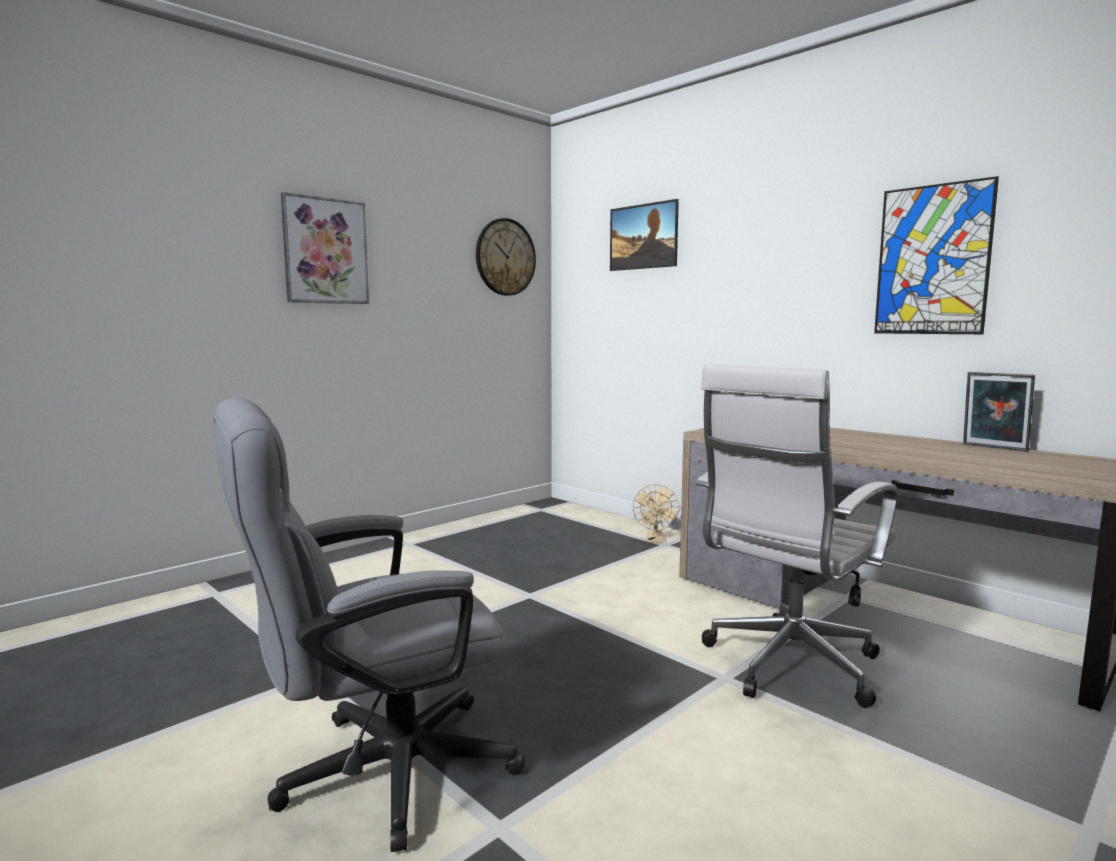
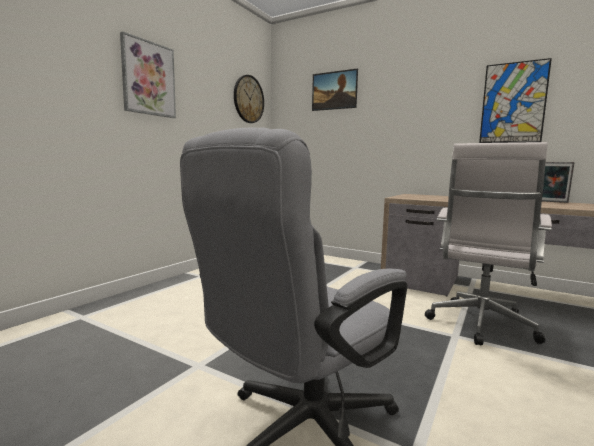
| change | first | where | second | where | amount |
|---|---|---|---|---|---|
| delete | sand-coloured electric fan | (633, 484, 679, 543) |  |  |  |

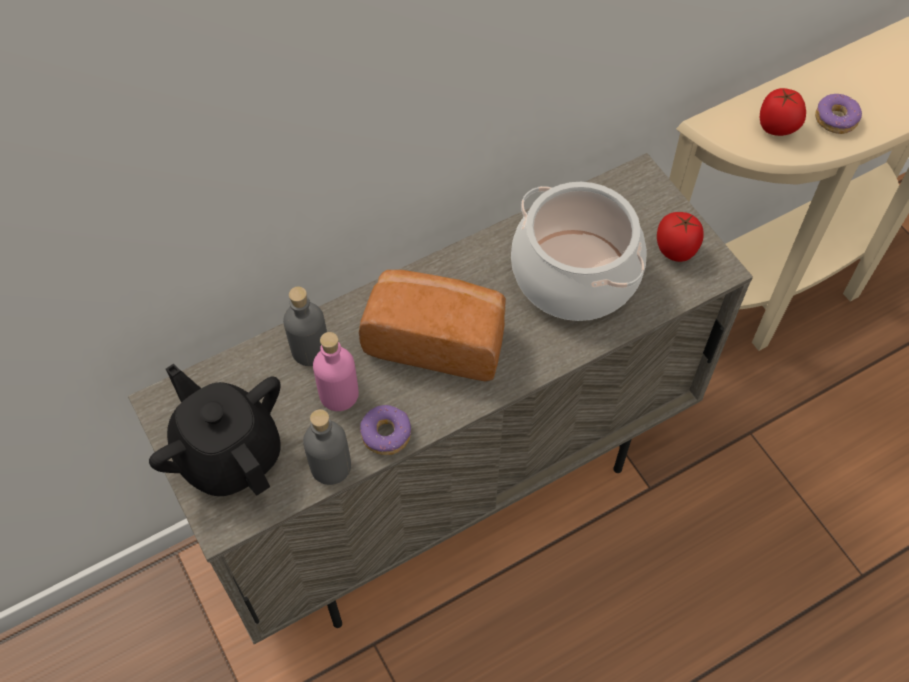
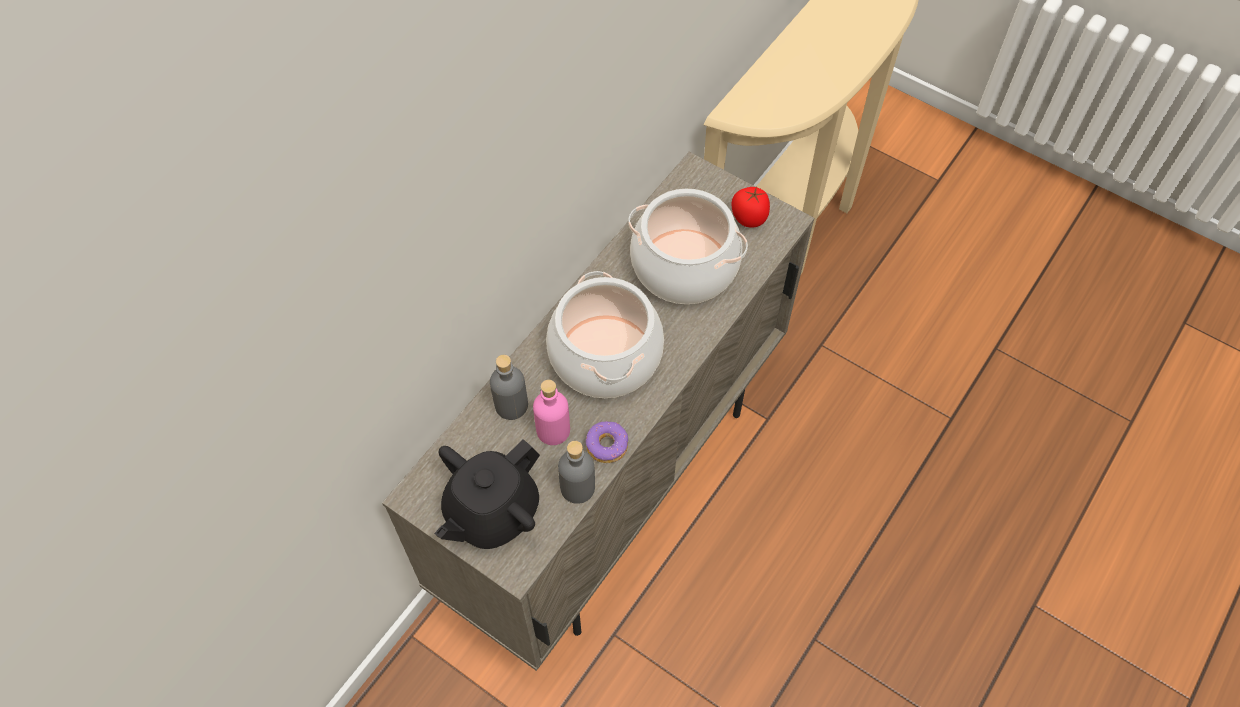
| change | first | where | second | where | amount |
|---|---|---|---|---|---|
| rotate | black teapot | (149, 363, 281, 496) |  | (434, 439, 540, 549) | 75 degrees counterclockwise |
| replace | bread | (359, 270, 506, 381) | stockpot | (546, 271, 664, 398) |  |
| delete | whole tomato | (760, 88, 806, 136) |  |  |  |
| delete | ring doughnut | (815, 94, 862, 134) |  |  |  |

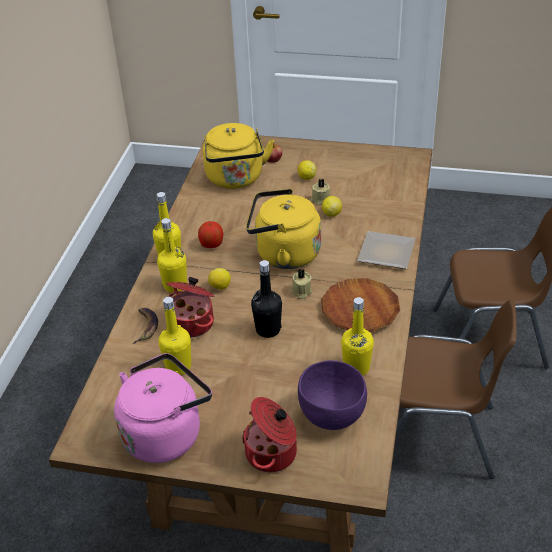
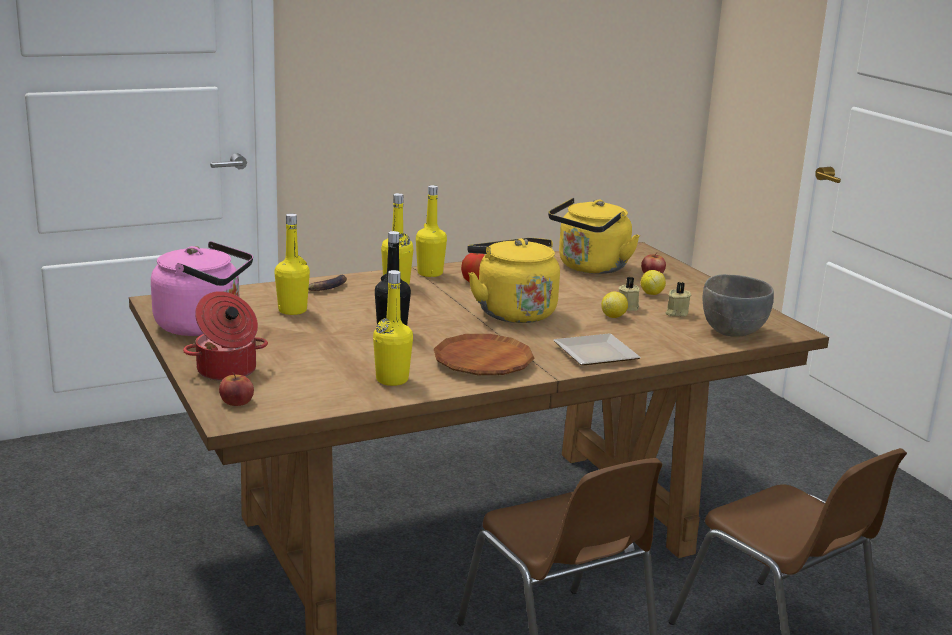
| change | first | where | second | where | amount |
|---|---|---|---|---|---|
| delete | stockpot | (166, 277, 215, 338) |  |  |  |
| delete | lemon | (208, 268, 231, 290) |  |  |  |
| move | sand-coloured wax candle | (291, 269, 312, 299) |  | (665, 282, 691, 317) |  |
| delete | purple bowl | (298, 360, 367, 430) |  |  |  |
| insert |  |  | apple | (219, 372, 254, 406) |  |
| insert |  |  | gray bowl | (703, 274, 774, 337) |  |

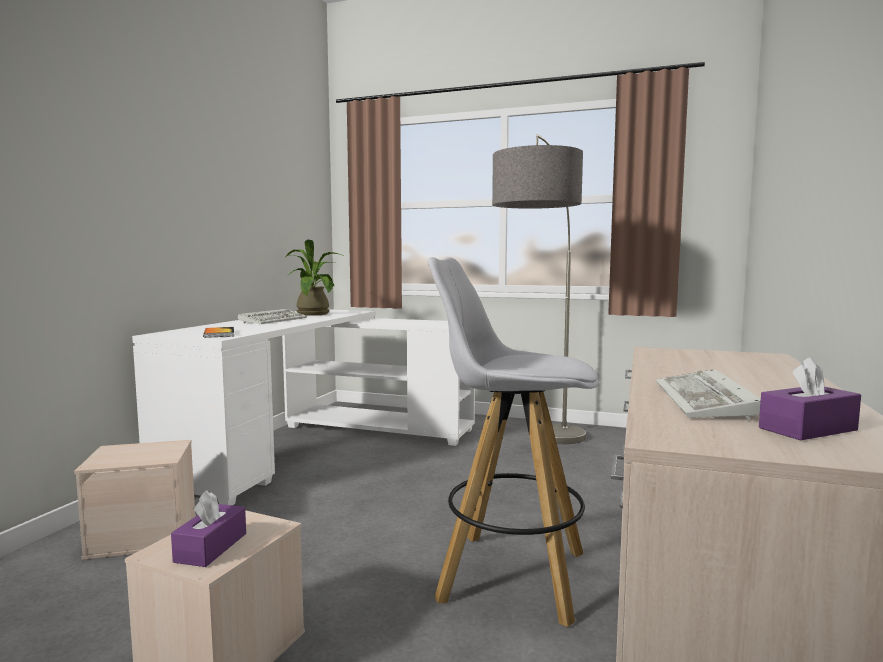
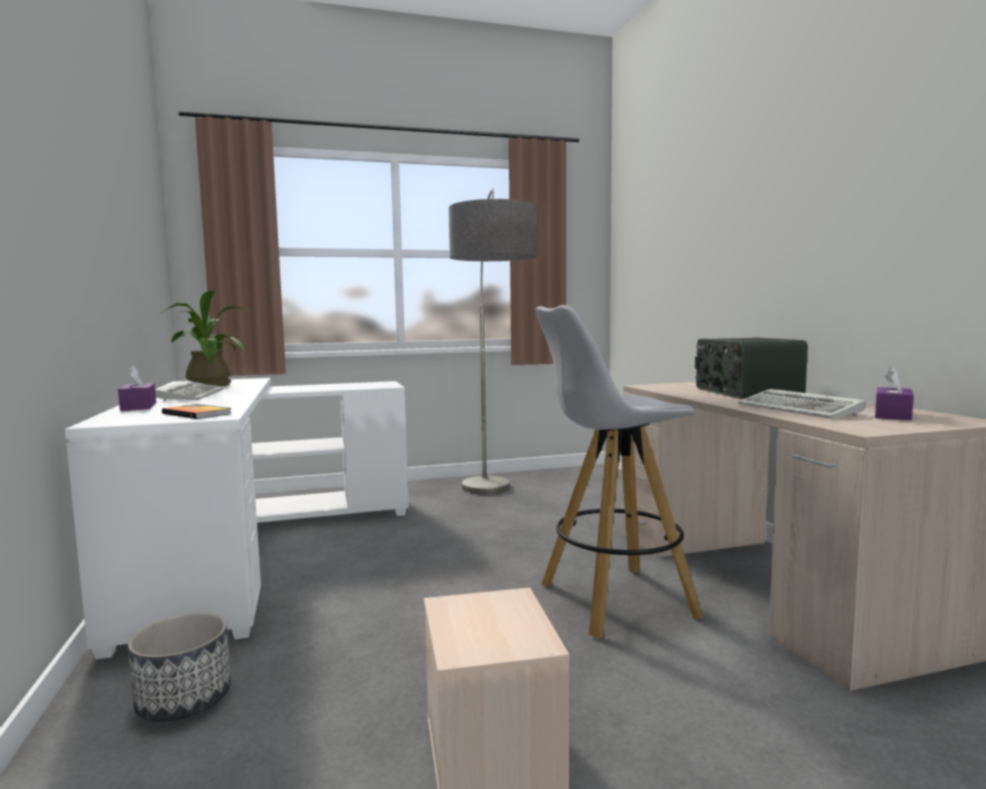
| change | first | where | second | where | amount |
|---|---|---|---|---|---|
| replace | sand-coloured storage container | (74, 440, 196, 560) | planter | (128, 612, 231, 722) |  |
| move | purple tissue holder | (171, 490, 246, 567) |  | (118, 366, 156, 411) |  |
| insert |  |  | radio set | (695, 337, 808, 399) |  |

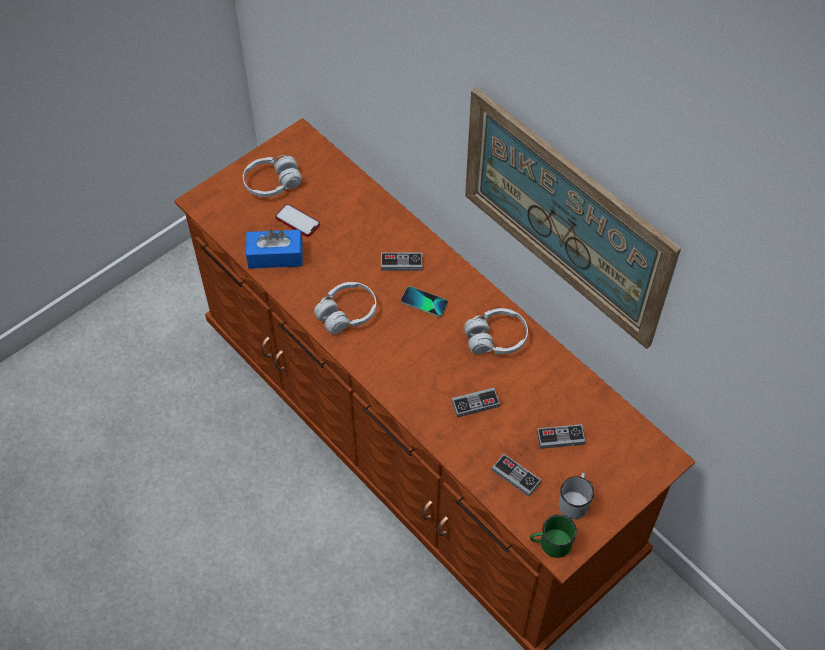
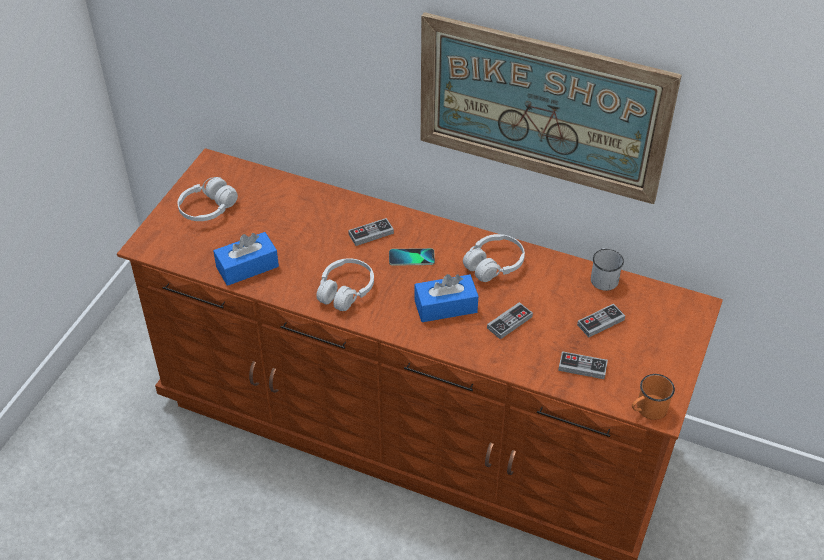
| change | first | where | second | where | amount |
|---|---|---|---|---|---|
| delete | telephone | (275, 204, 320, 237) |  |  |  |
| recolor | green-coloured mug | (530, 514, 577, 558) | orangey mug | (632, 374, 675, 420) |  |
| move | whitish mug | (559, 473, 594, 519) |  | (591, 248, 624, 291) |  |
| insert |  |  | blue-coloured tissue holder | (414, 274, 478, 322) |  |

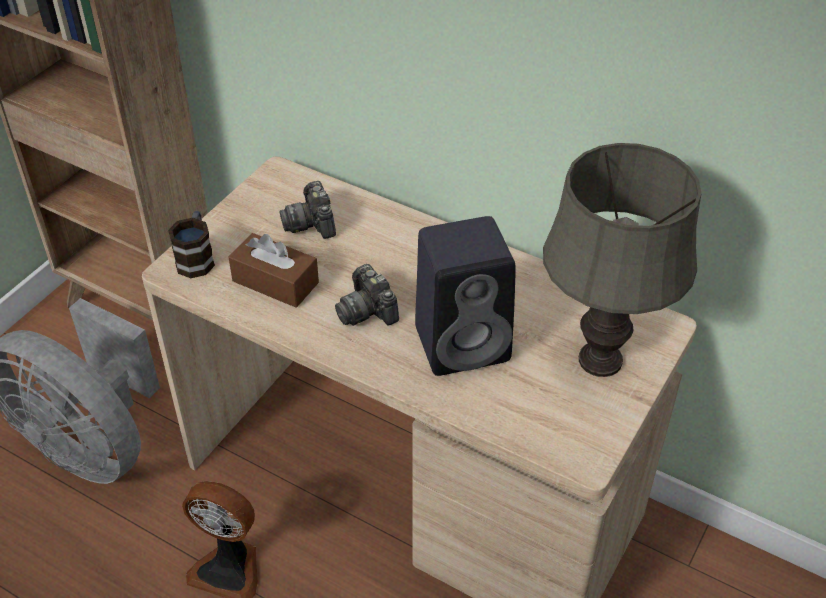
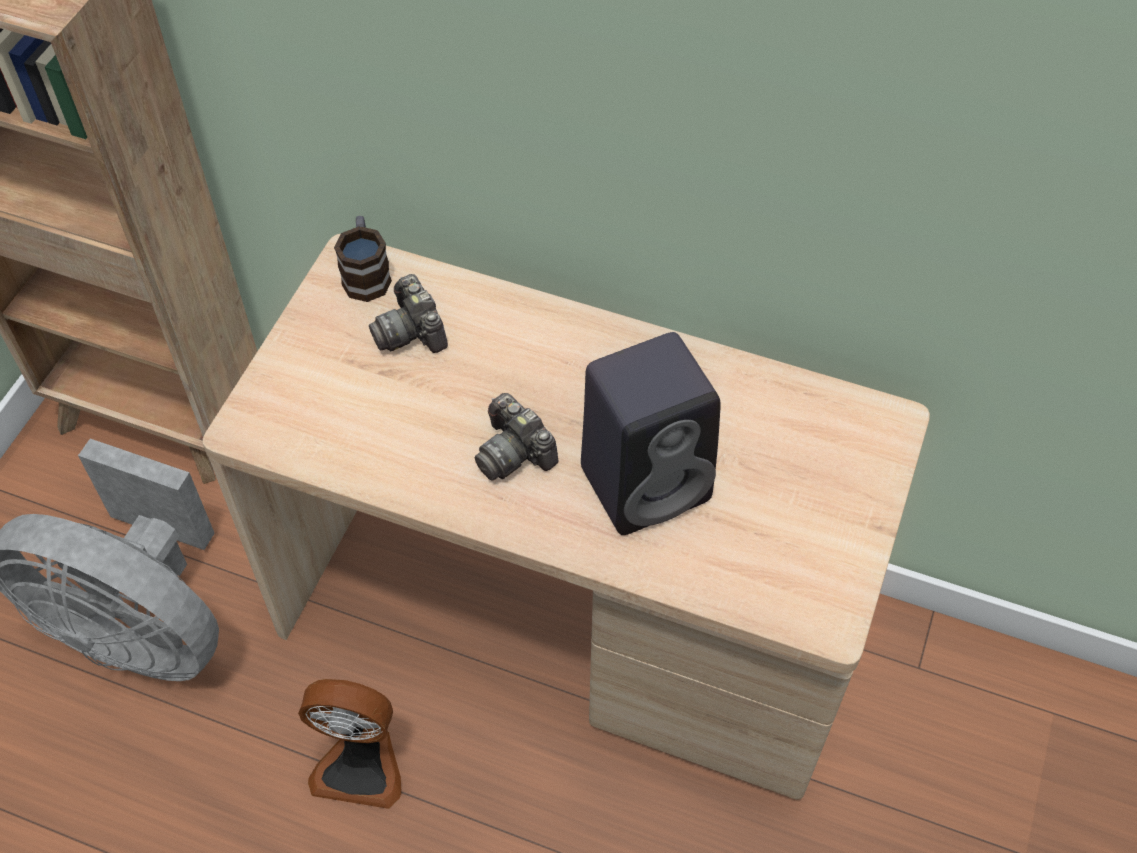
| change | first | where | second | where | amount |
|---|---|---|---|---|---|
| move | mug | (168, 211, 215, 278) |  | (334, 216, 392, 302) |  |
| delete | brownish tissue holder | (228, 233, 319, 308) |  |  |  |
| delete | gray lamp for a table | (543, 143, 701, 377) |  |  |  |

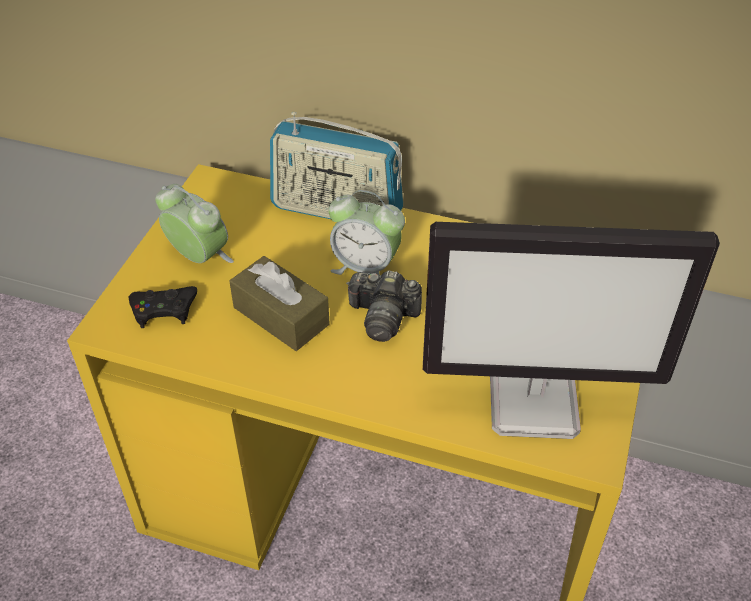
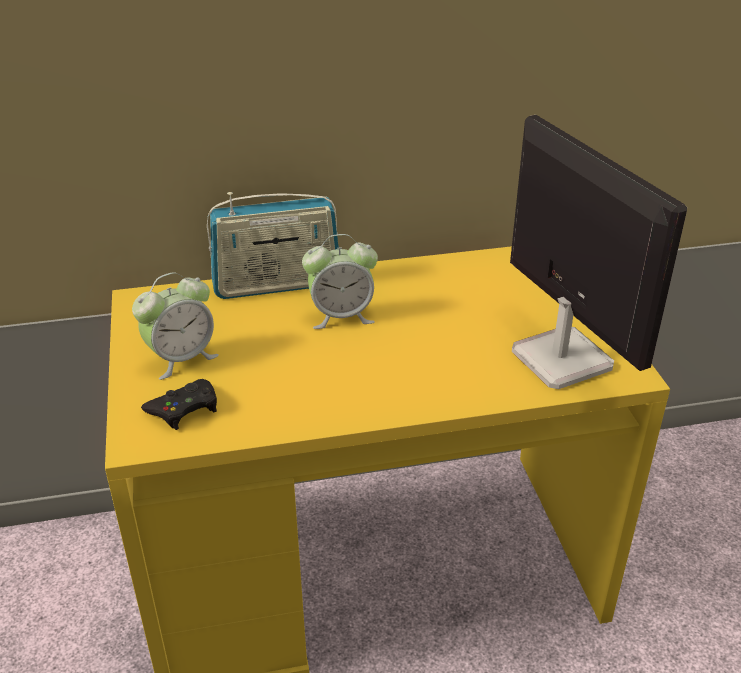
| change | first | where | second | where | amount |
|---|---|---|---|---|---|
| rotate | alarm clock | (155, 184, 234, 263) |  | (132, 272, 219, 380) | 135 degrees clockwise |
| delete | brownish tissue holder | (229, 256, 330, 351) |  |  |  |
| delete | still camera | (346, 270, 422, 342) |  |  |  |
| rotate | computer screen | (423, 222, 720, 439) |  | (510, 115, 687, 389) | 90 degrees counterclockwise |

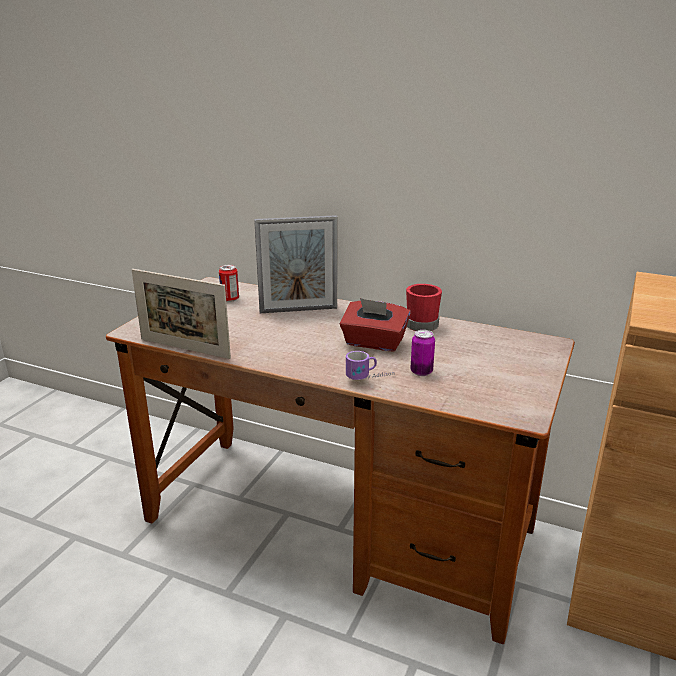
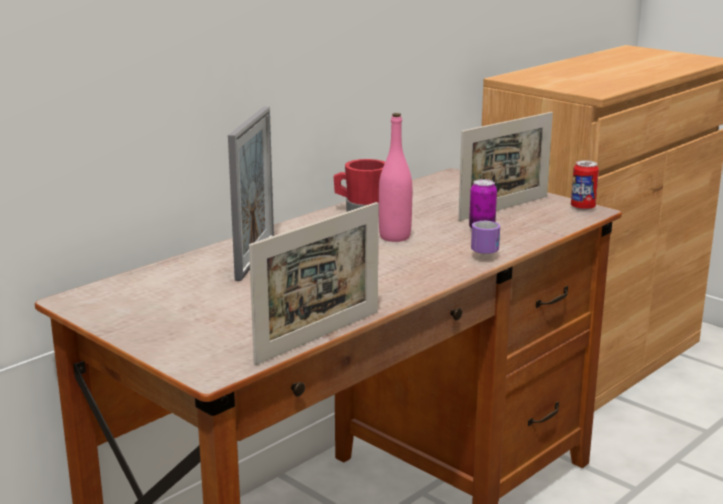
| change | first | where | second | where | amount |
|---|---|---|---|---|---|
| move | can | (219, 265, 239, 302) |  | (571, 160, 599, 210) |  |
| replace | red tissue holder | (340, 298, 410, 352) | pink-coloured bottle | (379, 113, 412, 242) |  |
| insert |  |  | picture frame | (458, 112, 553, 221) |  |

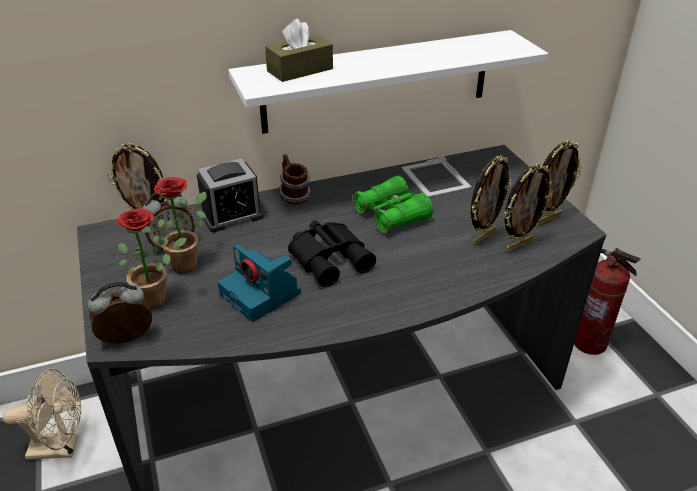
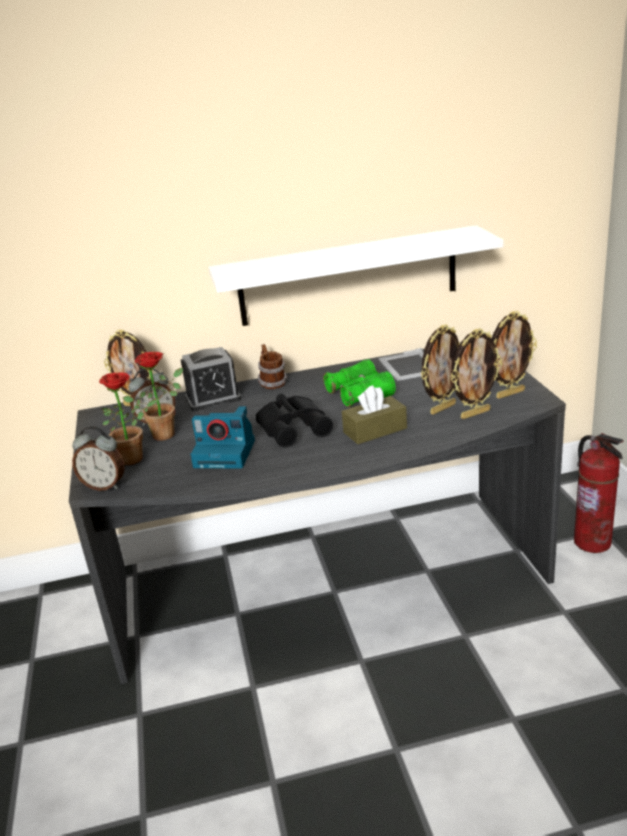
| change | first | where | second | where | amount |
|---|---|---|---|---|---|
| delete | sand-coloured electric fan | (2, 368, 81, 460) |  |  |  |
| rotate | alarm clock | (88, 282, 152, 343) |  | (72, 426, 124, 491) | 150 degrees counterclockwise |
| rotate | still camera | (218, 244, 301, 322) |  | (190, 406, 255, 468) | 45 degrees counterclockwise |
| move | brownish tissue holder | (265, 19, 333, 82) |  | (342, 385, 407, 444) |  |

